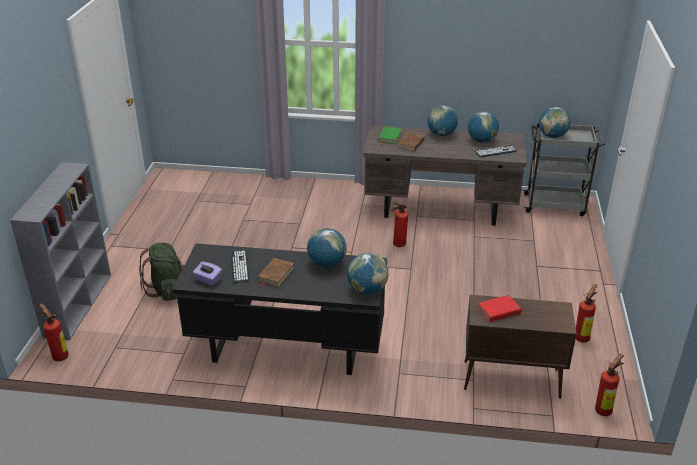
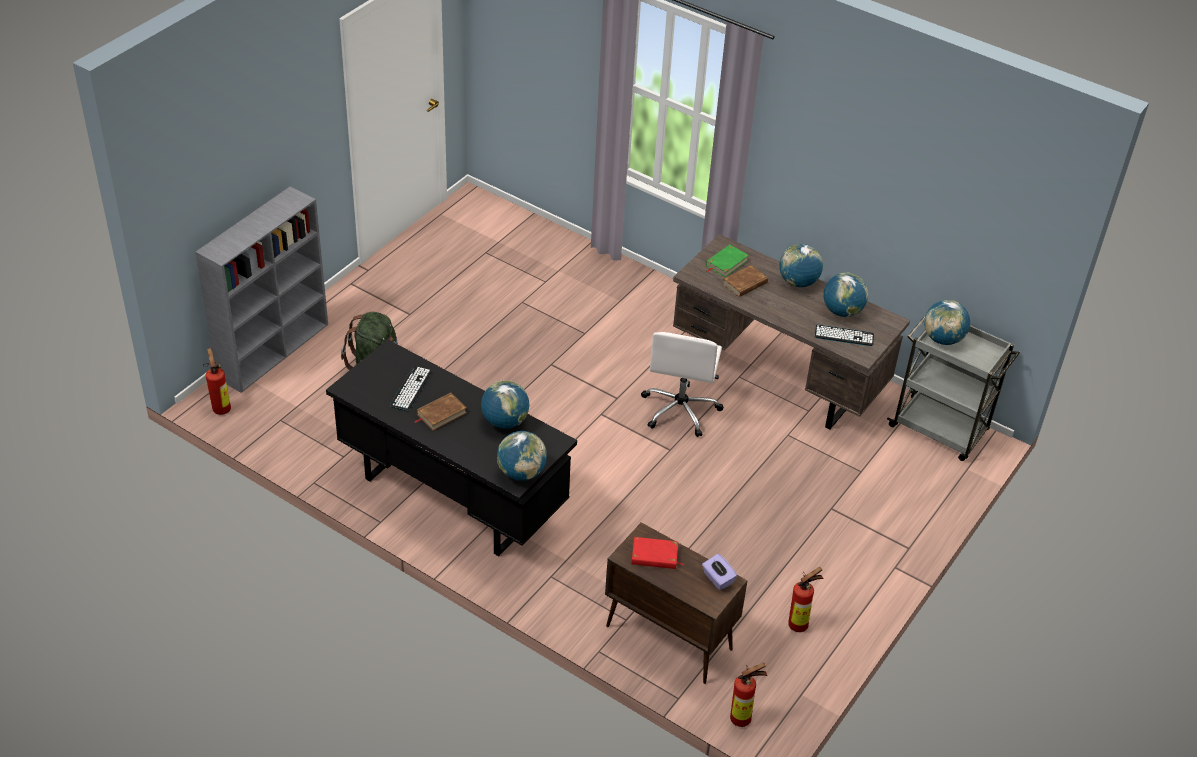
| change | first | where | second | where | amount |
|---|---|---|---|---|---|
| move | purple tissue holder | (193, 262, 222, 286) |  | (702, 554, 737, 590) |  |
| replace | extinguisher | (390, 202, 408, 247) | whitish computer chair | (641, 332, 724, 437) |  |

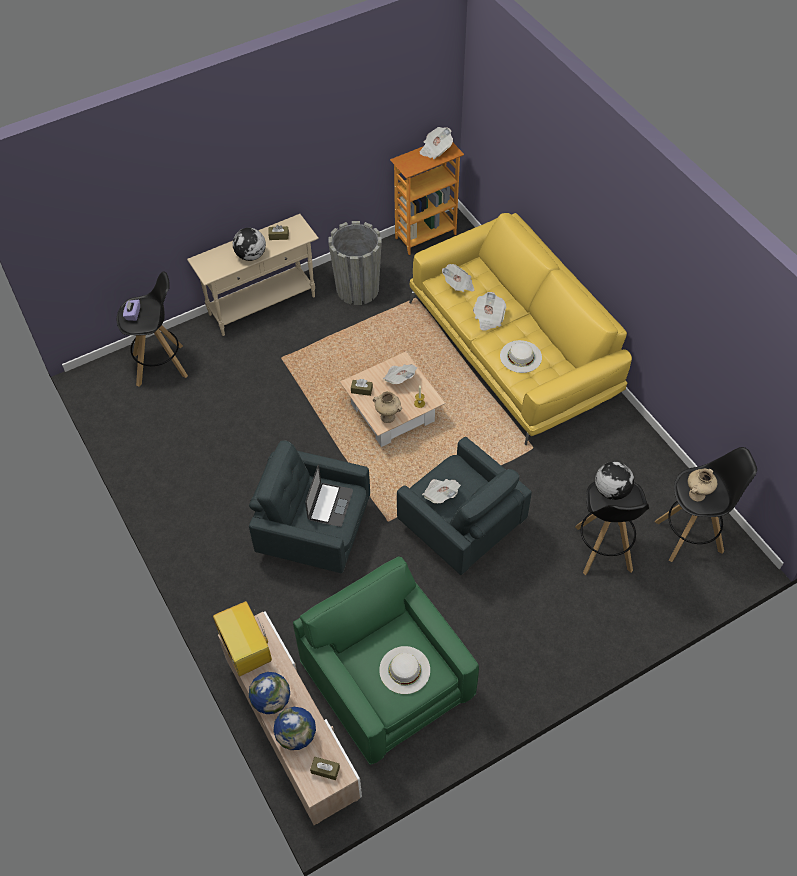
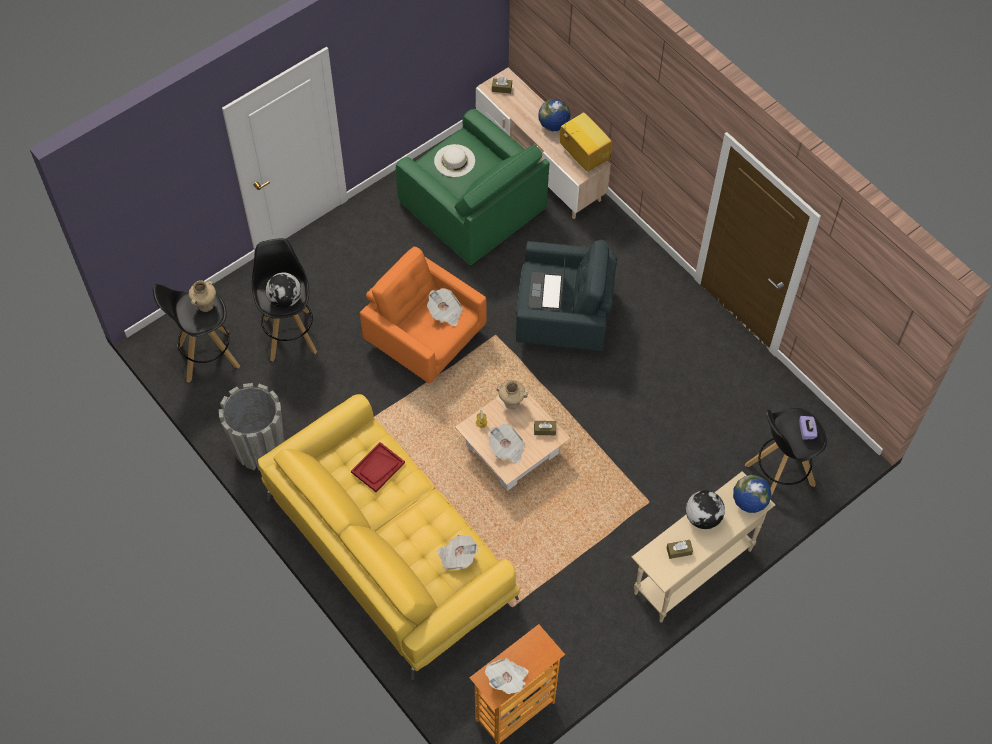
| change | first | where | second | where | amount |
|---|---|---|---|---|---|
| move | desk globe | (273, 707, 316, 750) |  | (733, 475, 771, 513) |  |
| move | gray planter | (328, 221, 382, 305) |  | (219, 383, 284, 471) |  |
| recolor | gray lounge chair | (397, 437, 532, 575) | orangey lounge chair | (360, 247, 486, 383) |  |
| delete | daily paper | (473, 292, 506, 331) |  |  |  |
| replace | whitish clothing hat | (500, 340, 542, 373) | red serving tray | (351, 442, 405, 492) |  |

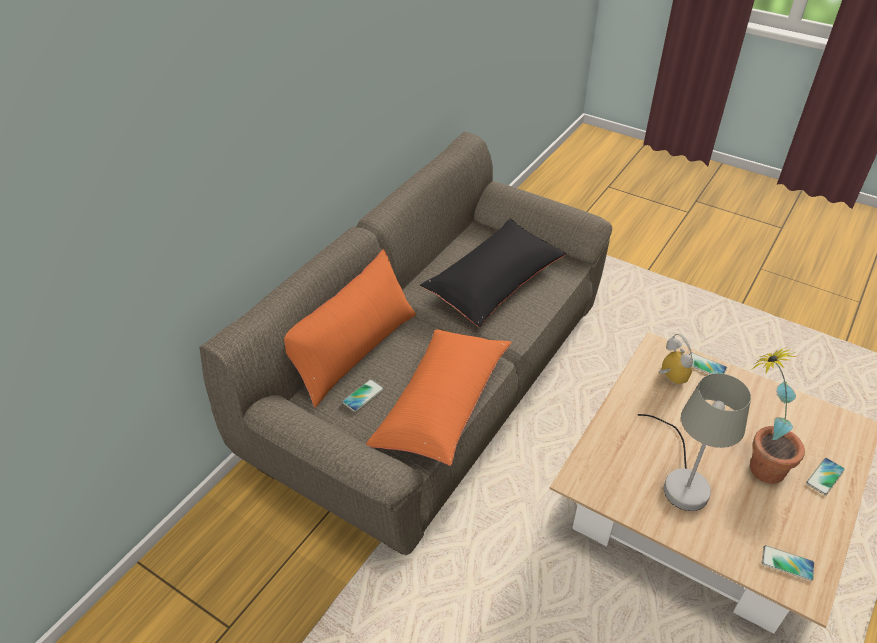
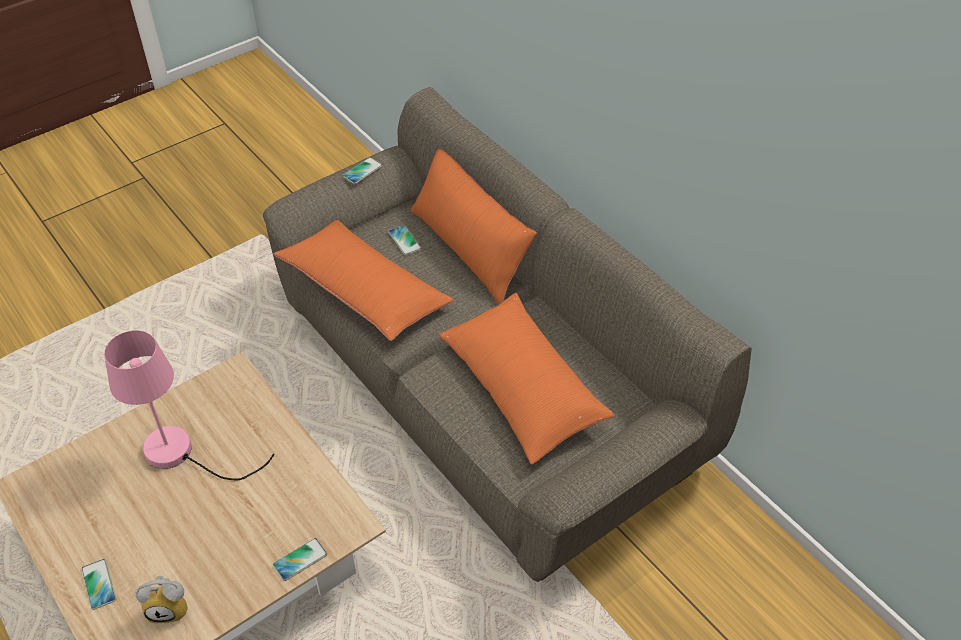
| change | first | where | second | where | amount |
|---|---|---|---|---|---|
| recolor | black throw pillow | (420, 218, 566, 327) | orangey throw pillow | (439, 293, 615, 464) |  |
| recolor | gray lamp for a table | (638, 373, 751, 511) | pink-coloured lamp for a table | (104, 330, 275, 480) |  |
| move | alarm clock | (659, 334, 693, 385) |  | (135, 576, 188, 623) |  |
| delete | potted plant | (750, 347, 805, 484) |  |  |  |
| move | telephone | (762, 545, 815, 581) |  | (343, 157, 383, 184) |  |

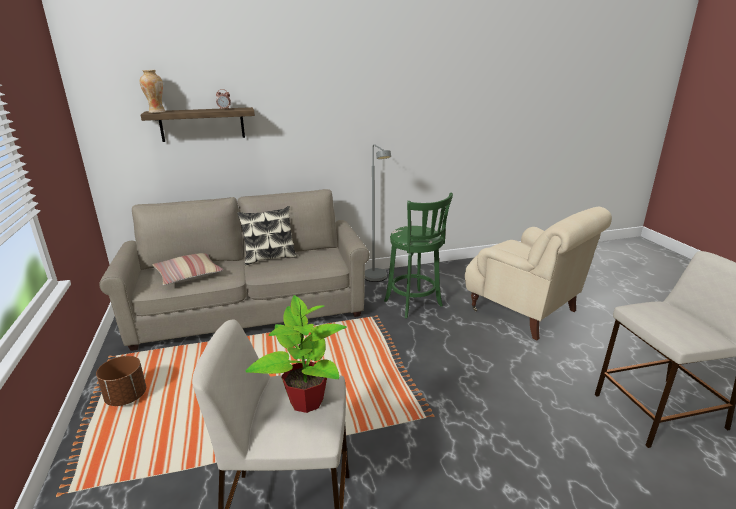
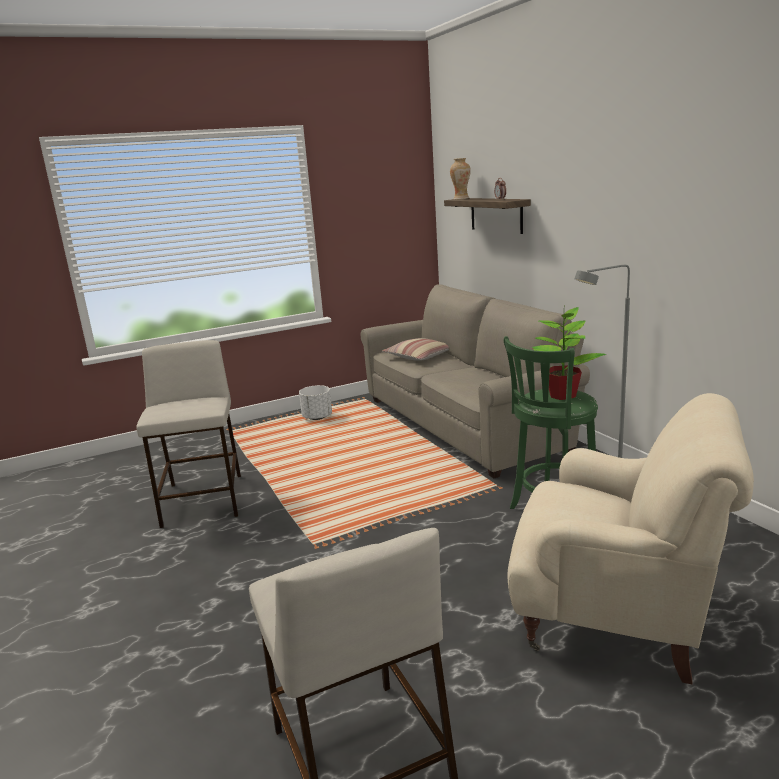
| change | first | where | second | where | amount |
|---|---|---|---|---|---|
| recolor | brownish planter | (96, 356, 146, 406) | whitish planter | (299, 385, 332, 420) |  |
| delete | throw pillow | (237, 206, 297, 265) |  |  |  |
| move | potted plant | (245, 295, 346, 413) |  | (532, 304, 606, 400) |  |
| rotate | sand-coloured lounge chair | (465, 207, 612, 340) |  | (507, 393, 754, 685) | 105 degrees counterclockwise |

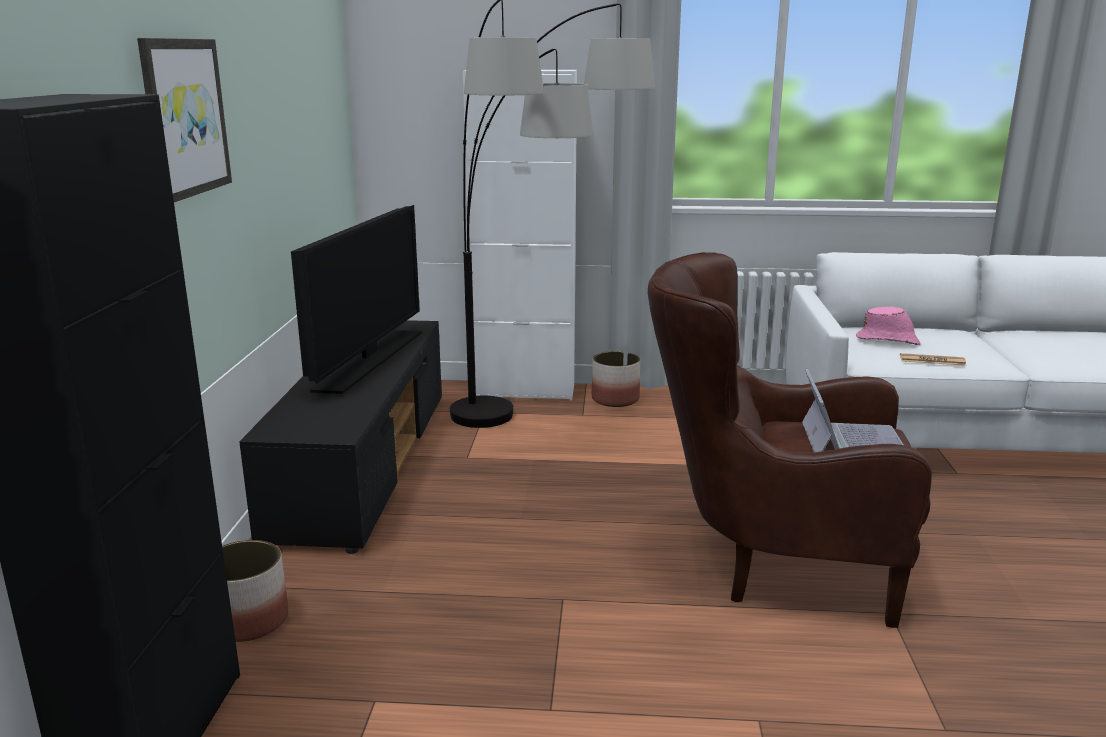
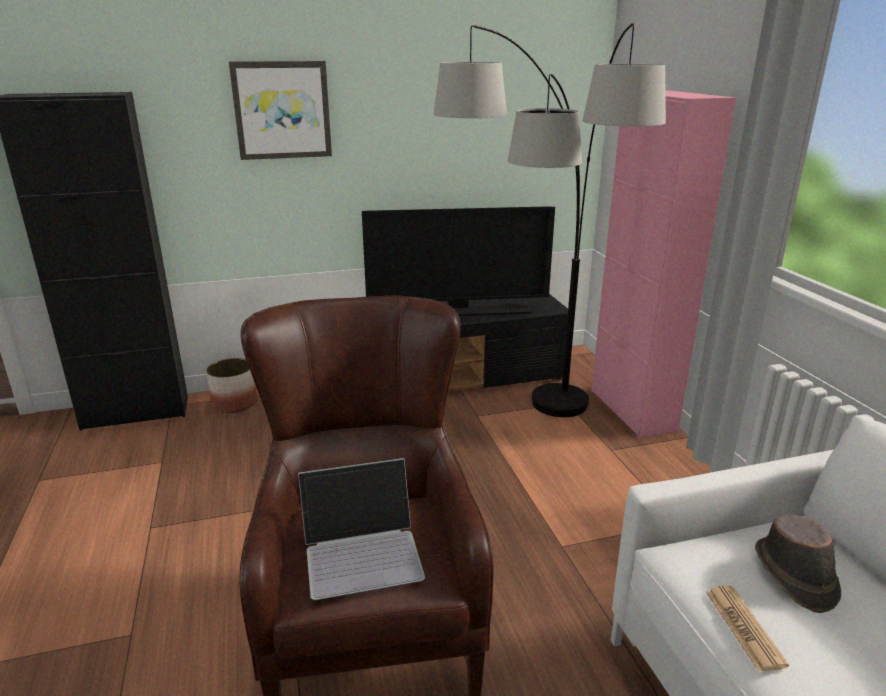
| change | first | where | second | where | amount |
|---|---|---|---|---|---|
| recolor | whitish cabinet | (463, 70, 577, 400) | pink-coloured cabinet | (591, 90, 736, 437) |  |
| delete | planter | (592, 351, 640, 407) |  |  |  |
| recolor | pink-coloured clothing hat | (856, 306, 921, 345) | brownish clothing hat | (755, 514, 841, 613) |  |

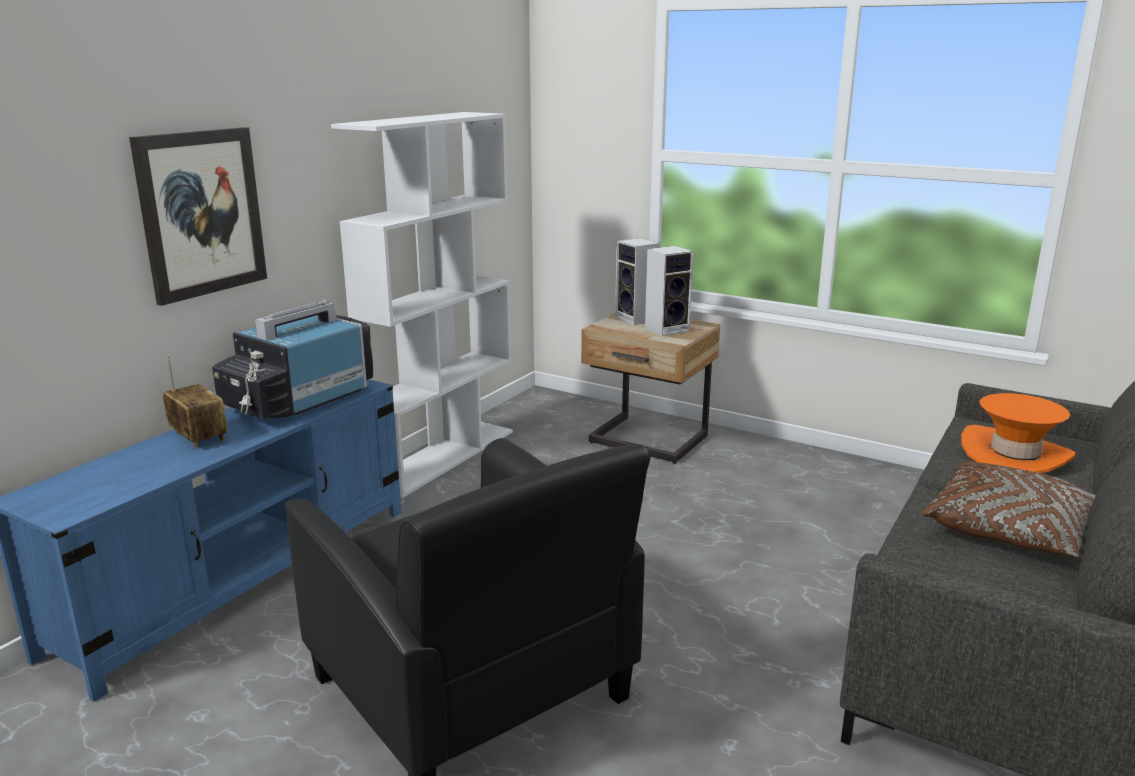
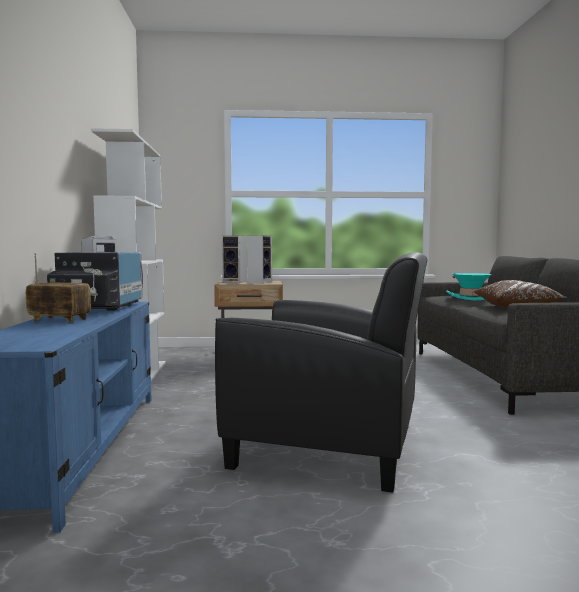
| change | first | where | second | where | amount |
|---|---|---|---|---|---|
| delete | wall picture | (129, 127, 267, 306) |  |  |  |
| recolor | orangey clothing hat | (961, 393, 1076, 473) | blue-green clothing hat | (446, 273, 492, 300) |  |

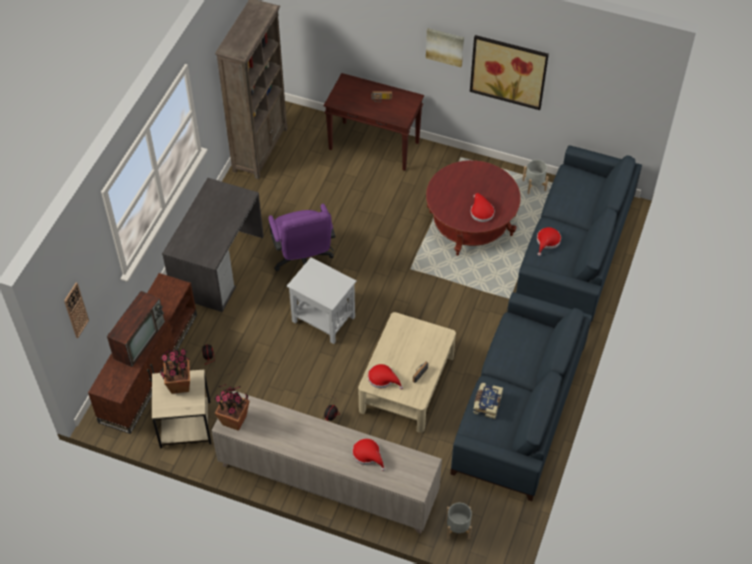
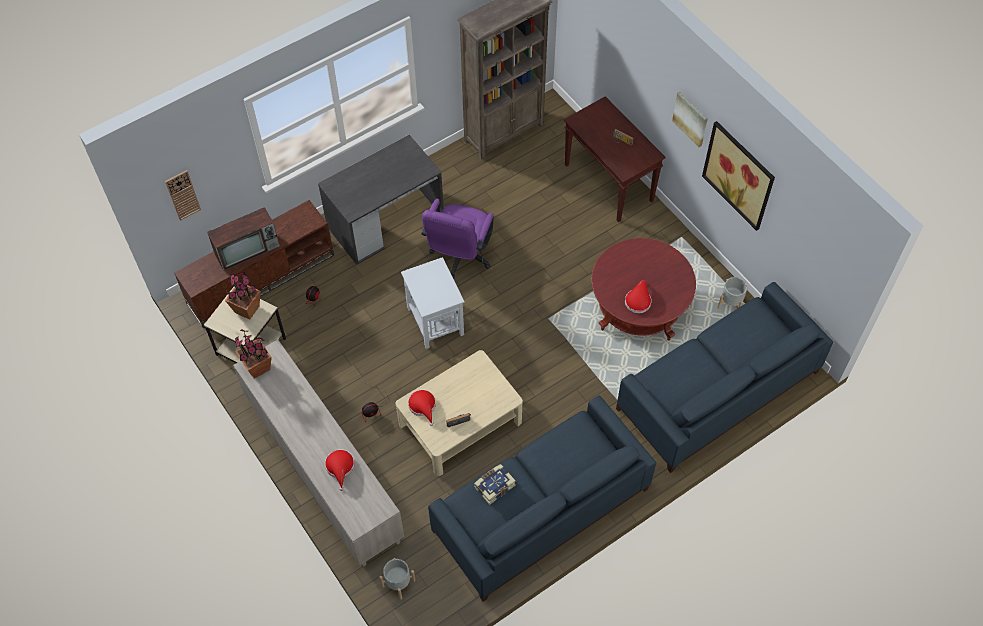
| change | first | where | second | where | amount |
|---|---|---|---|---|---|
| delete | red clothing hat | (537, 227, 561, 256) |  |  |  |

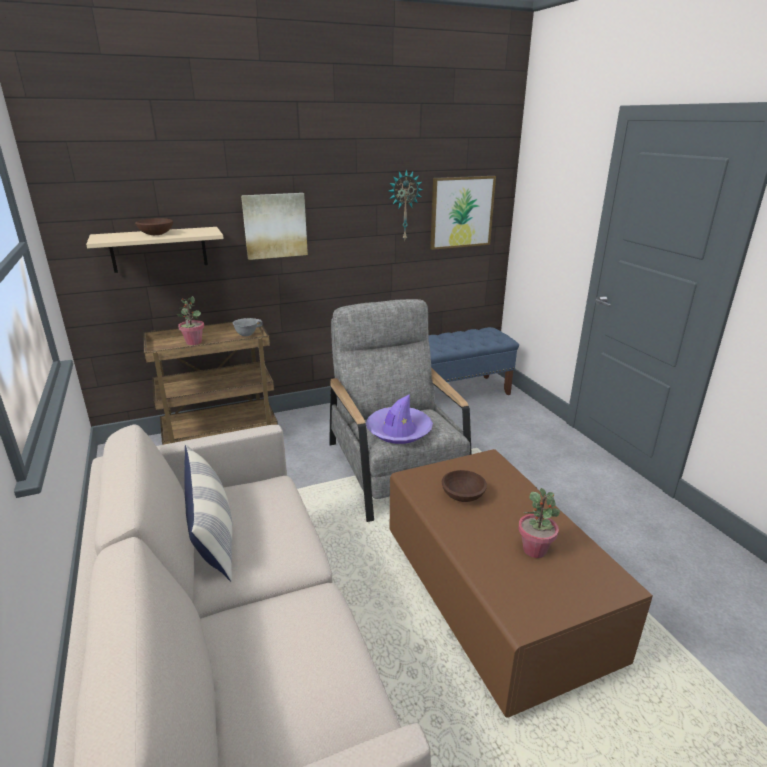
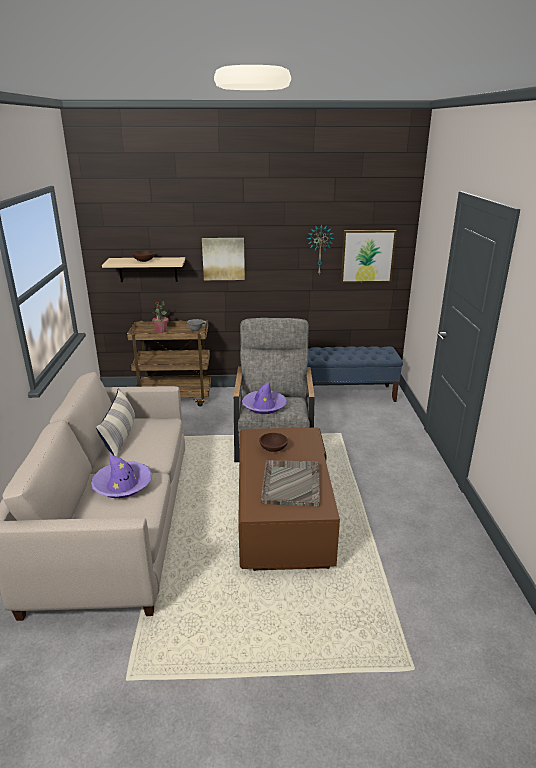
| change | first | where | second | where | amount |
|---|---|---|---|---|---|
| replace | potted plant | (518, 488, 560, 558) | gray serving tray | (261, 460, 320, 507) |  |
| insert |  |  | purple clothing hat | (91, 454, 152, 498) |  |

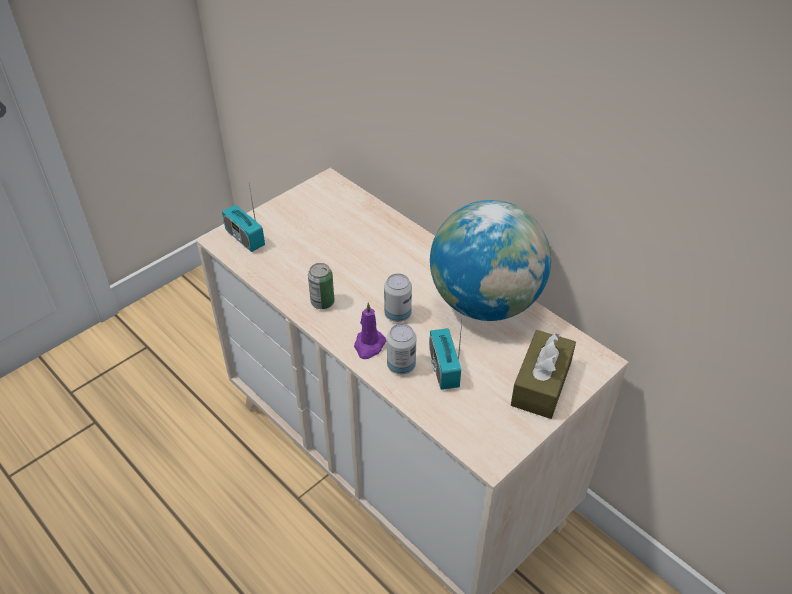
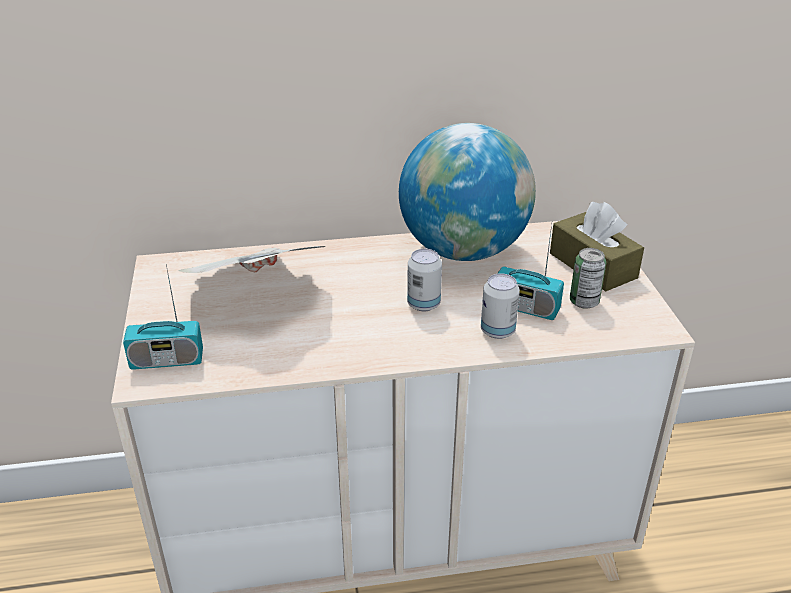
| change | first | where | second | where | amount |
|---|---|---|---|---|---|
| move | can | (308, 263, 335, 309) |  | (570, 248, 606, 309) |  |
| delete | purple wax candle | (354, 303, 386, 359) |  |  |  |
| insert |  |  | daily paper | (179, 246, 326, 273) |  |

